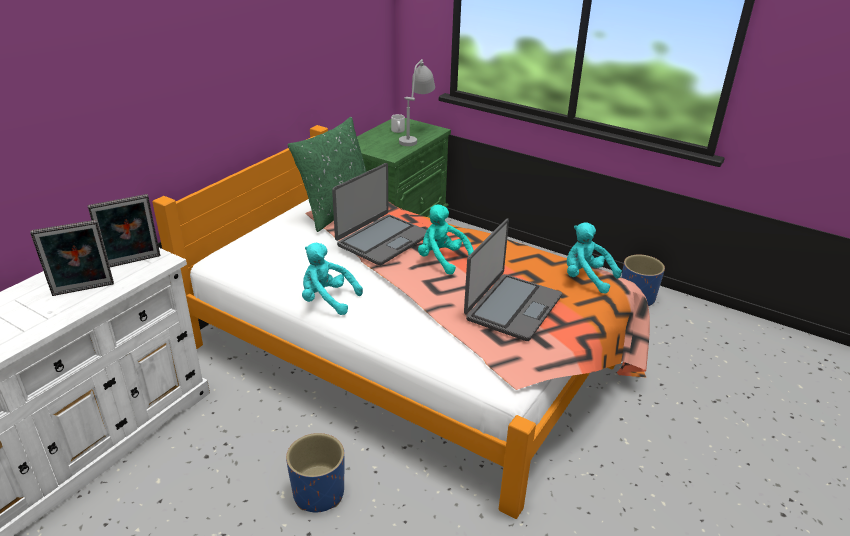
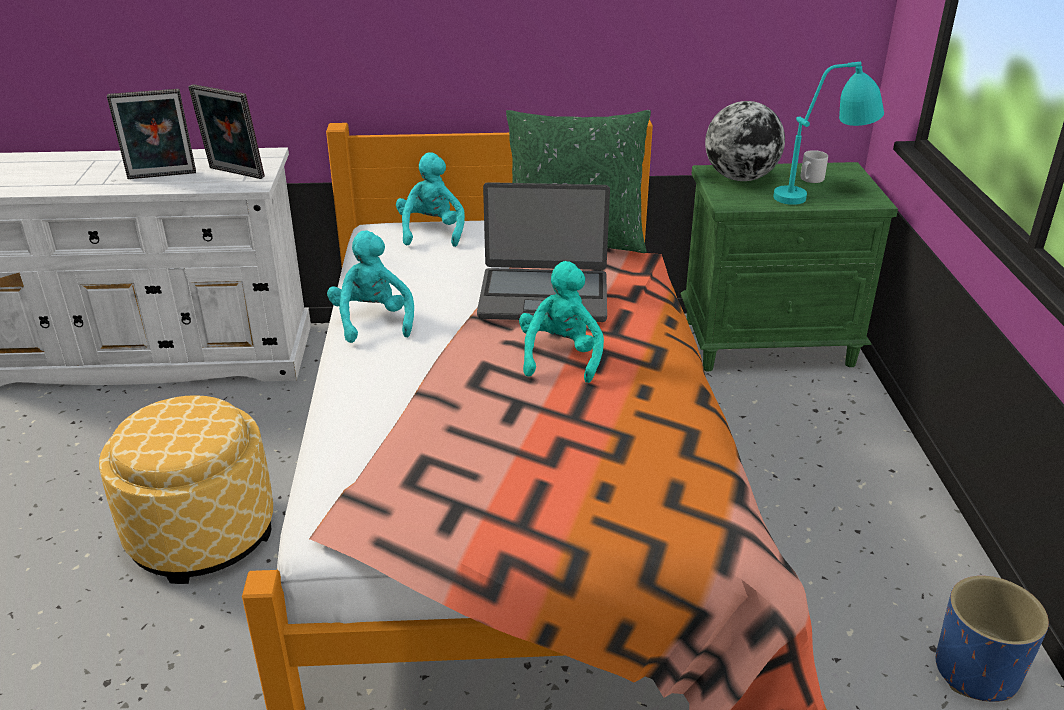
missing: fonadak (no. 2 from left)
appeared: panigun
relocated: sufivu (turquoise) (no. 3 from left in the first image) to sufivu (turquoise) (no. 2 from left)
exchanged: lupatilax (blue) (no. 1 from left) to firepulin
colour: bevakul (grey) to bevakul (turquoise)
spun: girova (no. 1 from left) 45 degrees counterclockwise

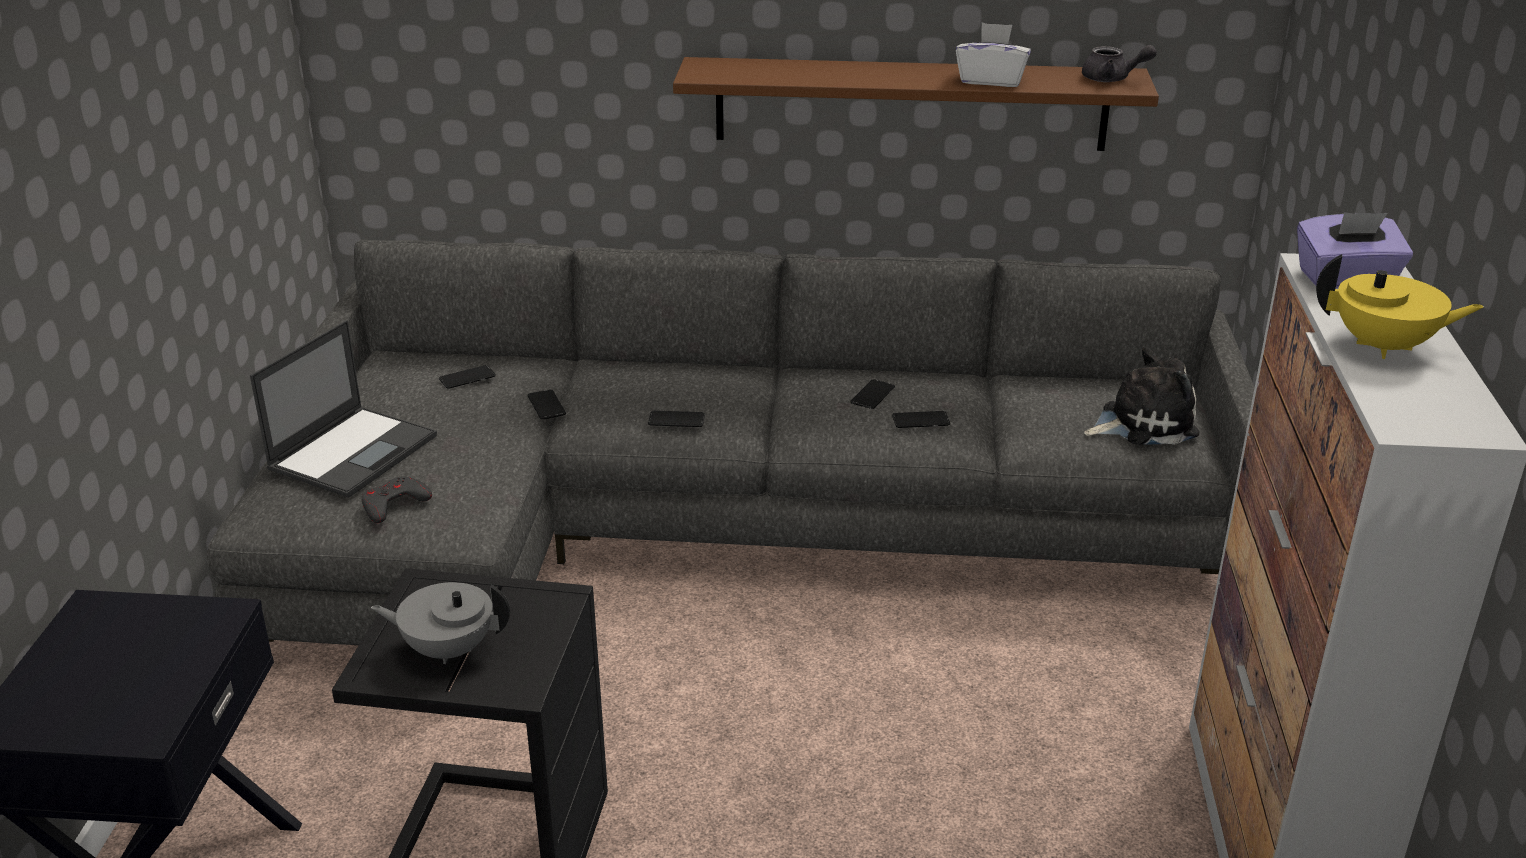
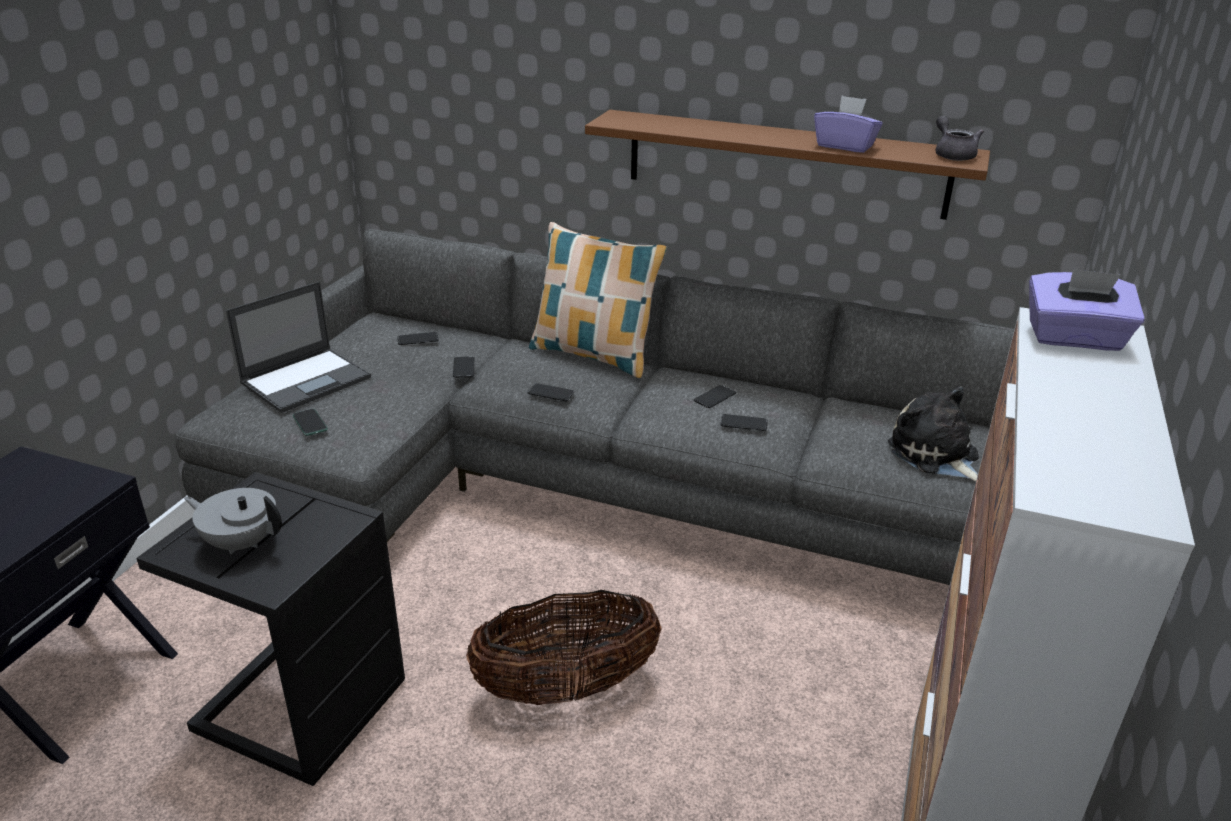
missing: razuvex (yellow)
appeared: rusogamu; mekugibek
exchanged: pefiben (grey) to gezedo (no. 1 from left)
colour: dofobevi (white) to dofobevi (purple) (no. 1 from left)
spun: razuvex (grey) (no. 2 from left) 135 degrees counterclockwise; sufivu 120 degrees counterclockwise

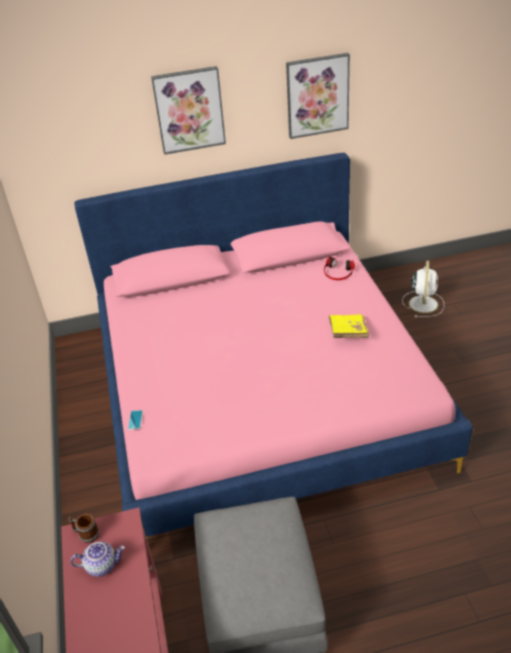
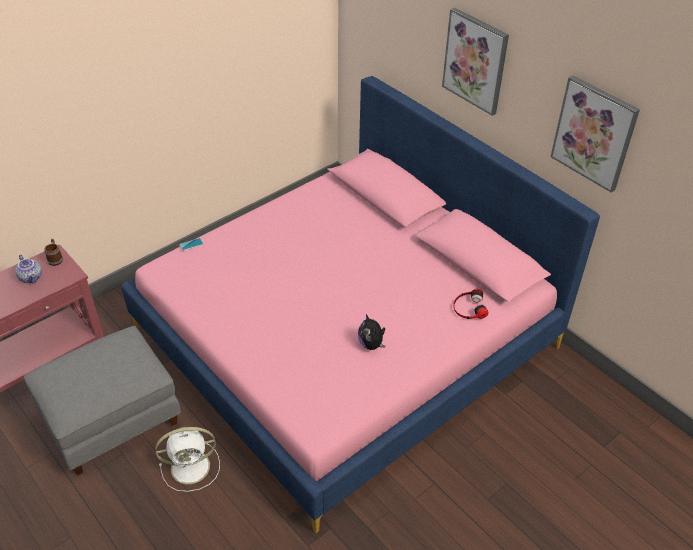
relocated: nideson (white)
exchanged: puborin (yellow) to sufivu

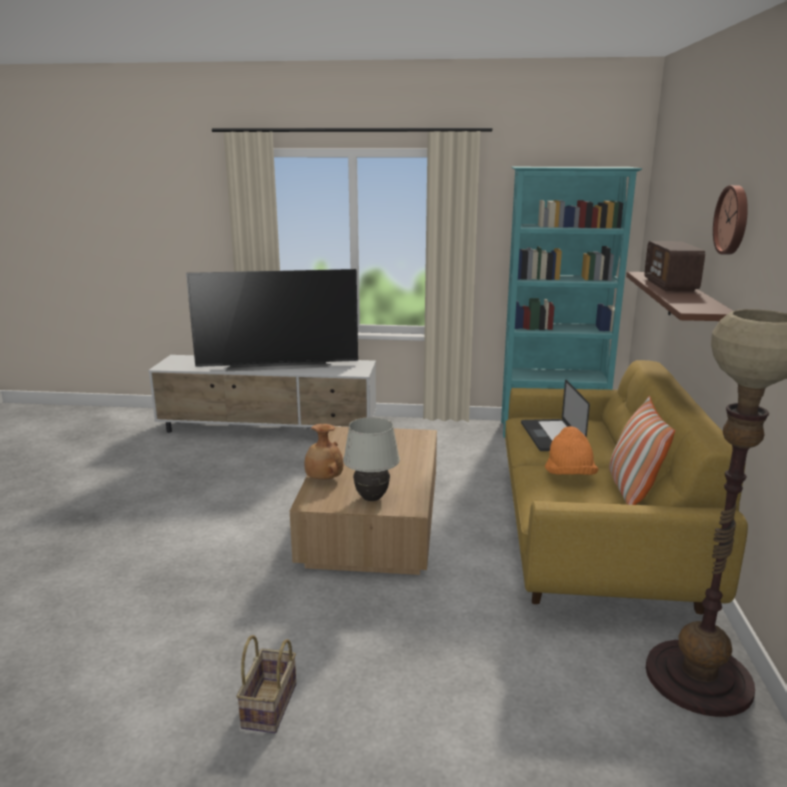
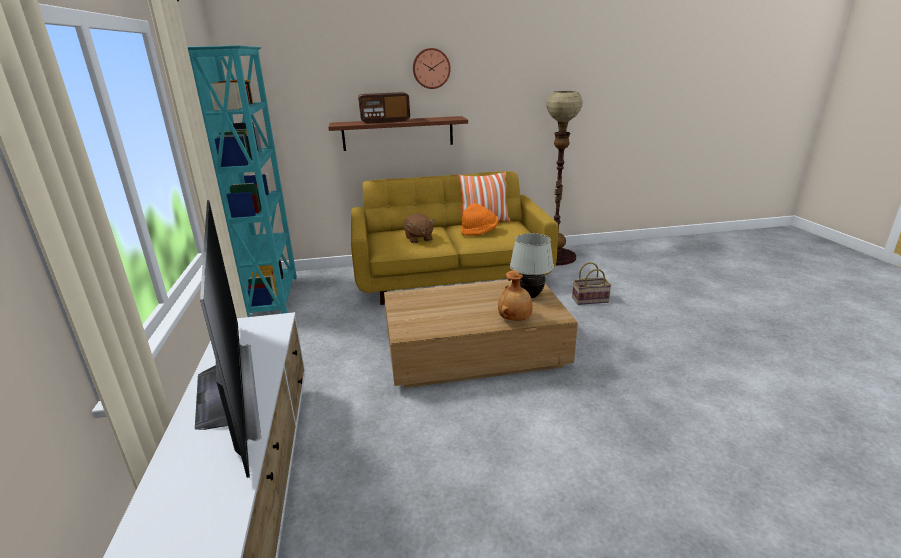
relocated: rusogamu
exchanged: fonadak to sufivu (brown)

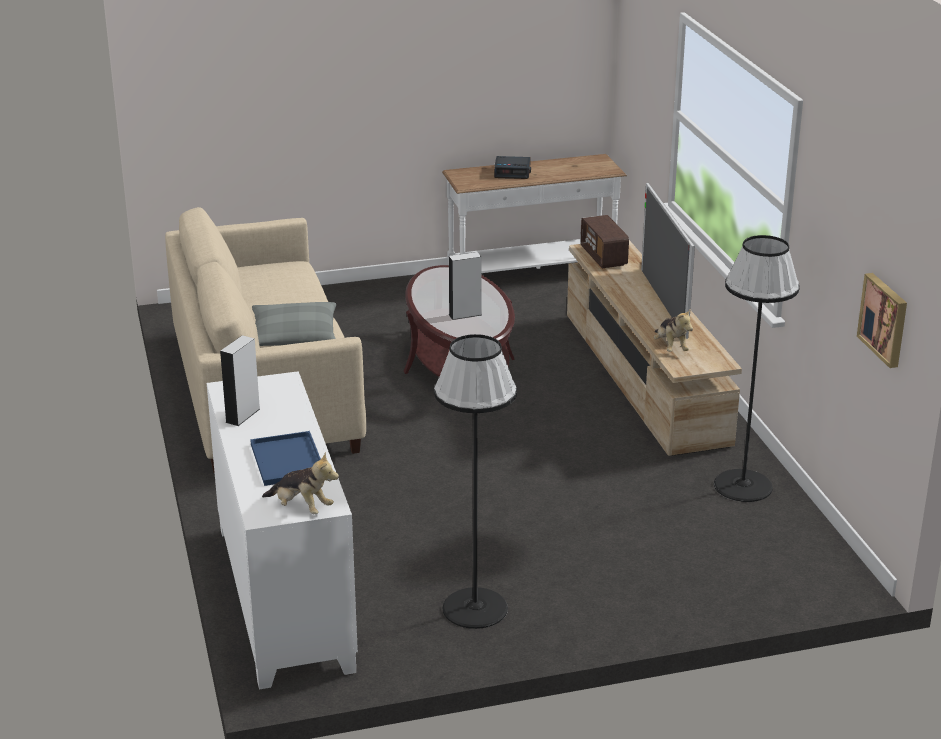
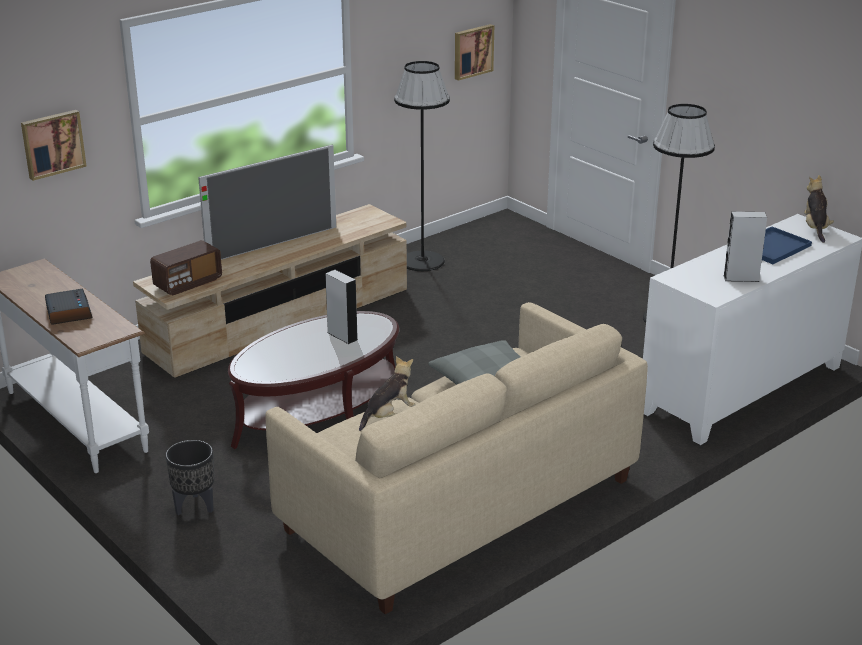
appeared: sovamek (no. 1 from left); lupatilax (black)
relocated: sufivu (no. 2 from left in the first image) to sufivu (no. 1 from left)

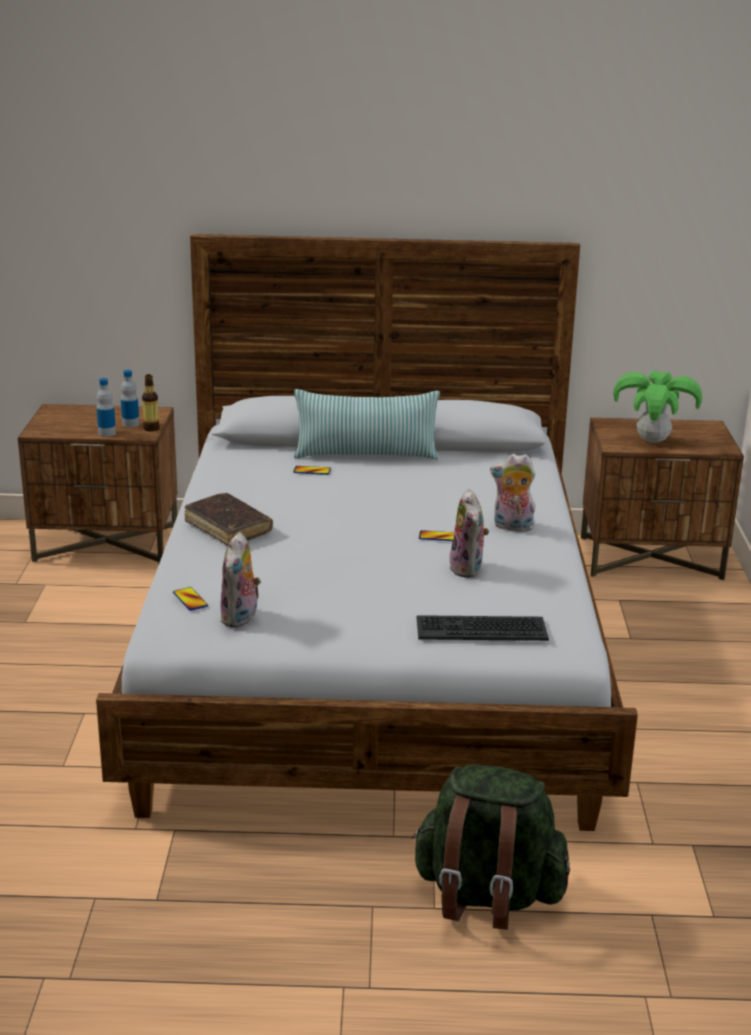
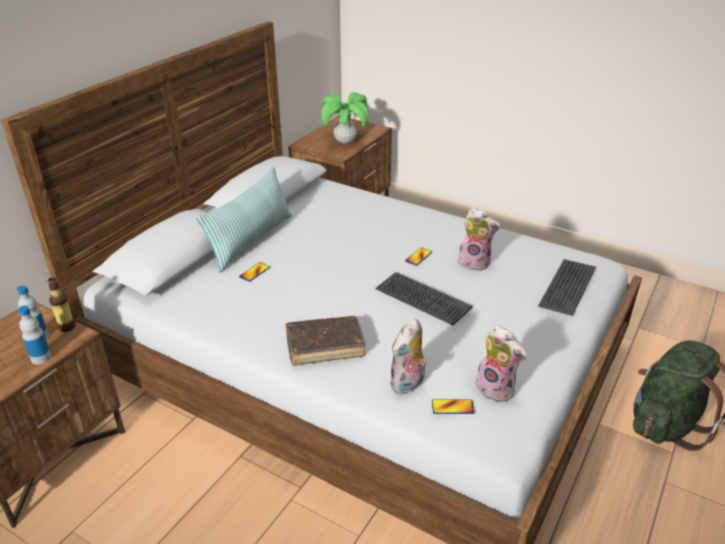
appeared: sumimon (no. 1 from left)
relocated: sufivu (no. 3 from left in the first image) to sufivu (no. 1 from left)

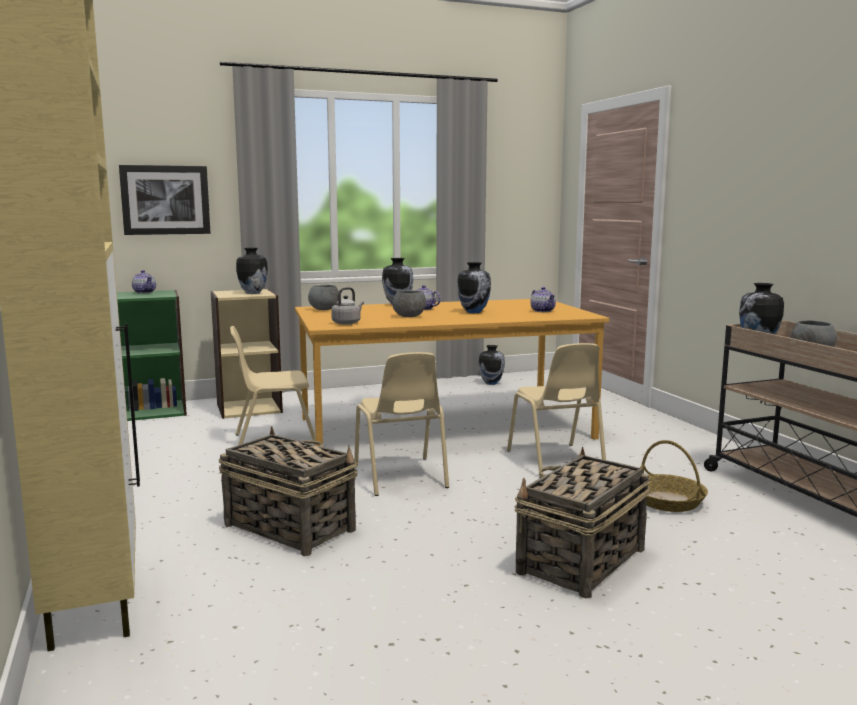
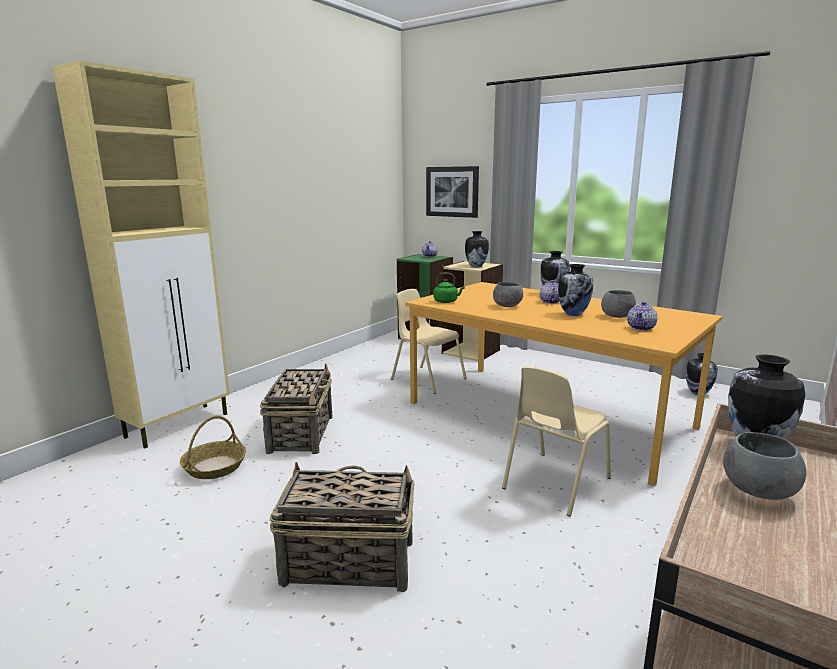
missing: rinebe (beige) (no. 2 from left)
relocated: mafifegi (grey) (no. 1 from left in the first image) to mafifegi (grey) (no. 2 from left); rusogamu (no. 3 from left in the first image) to rusogamu (no. 1 from left)
colour: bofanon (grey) to bofanon (green)

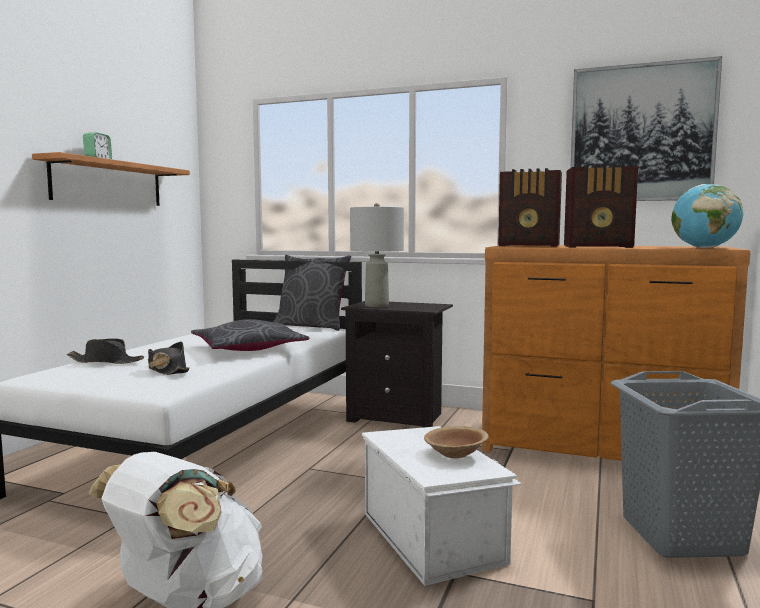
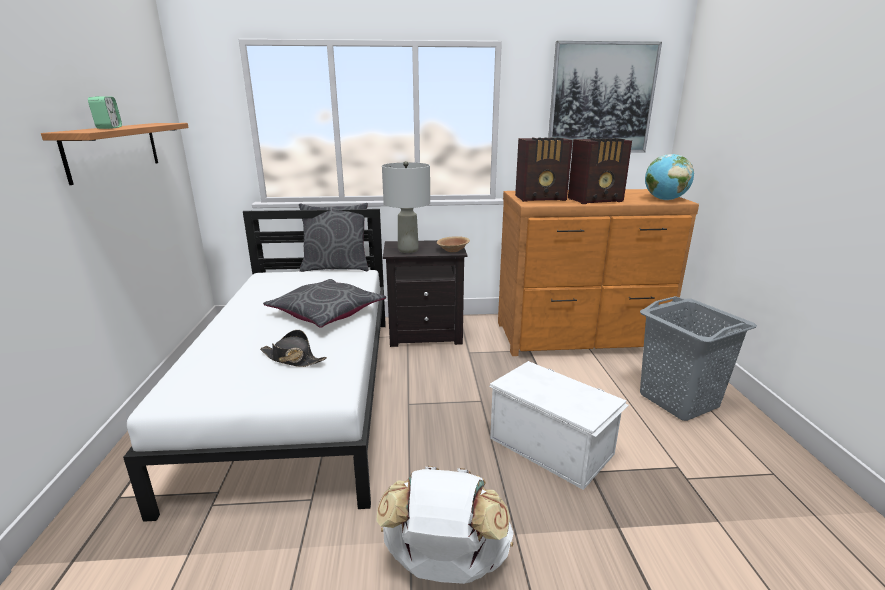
missing: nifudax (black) (no. 1 from left)
relocated: mafifegi (brown)

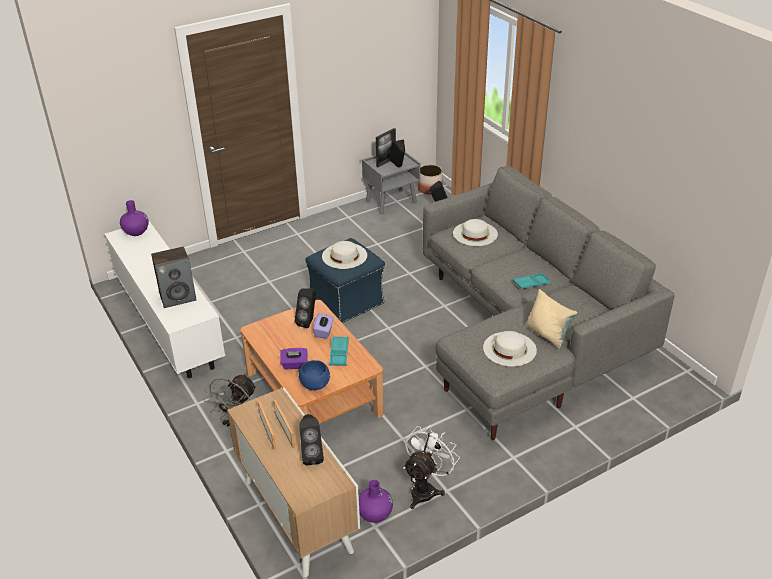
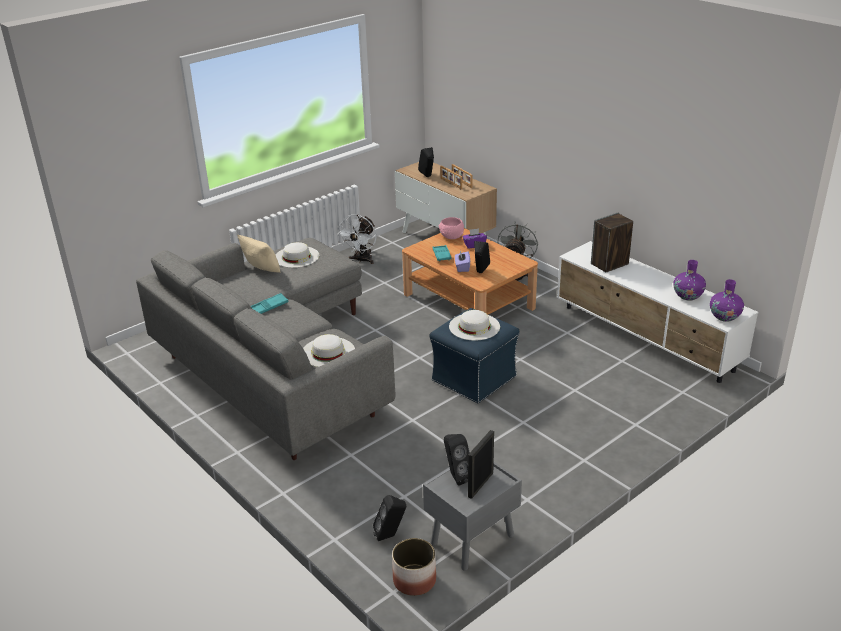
relocated: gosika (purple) (no. 2 from left in the first image) to gosika (purple) (no. 1 from left)
colour: mafifegi (blue) to mafifegi (pink)

